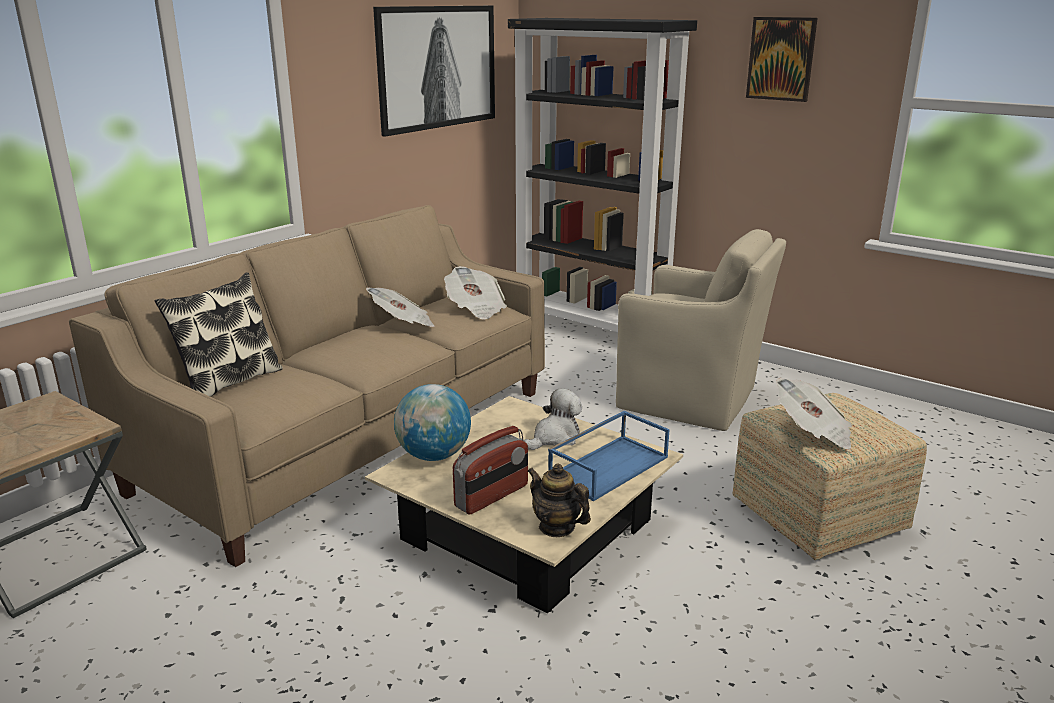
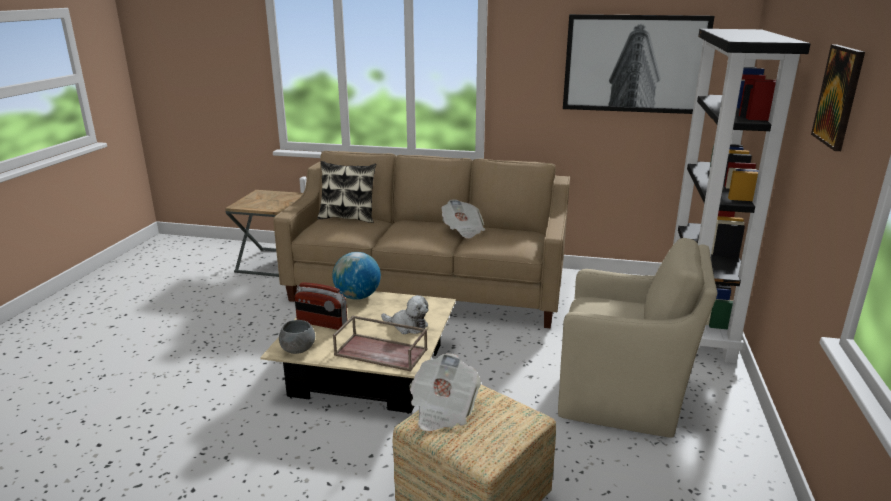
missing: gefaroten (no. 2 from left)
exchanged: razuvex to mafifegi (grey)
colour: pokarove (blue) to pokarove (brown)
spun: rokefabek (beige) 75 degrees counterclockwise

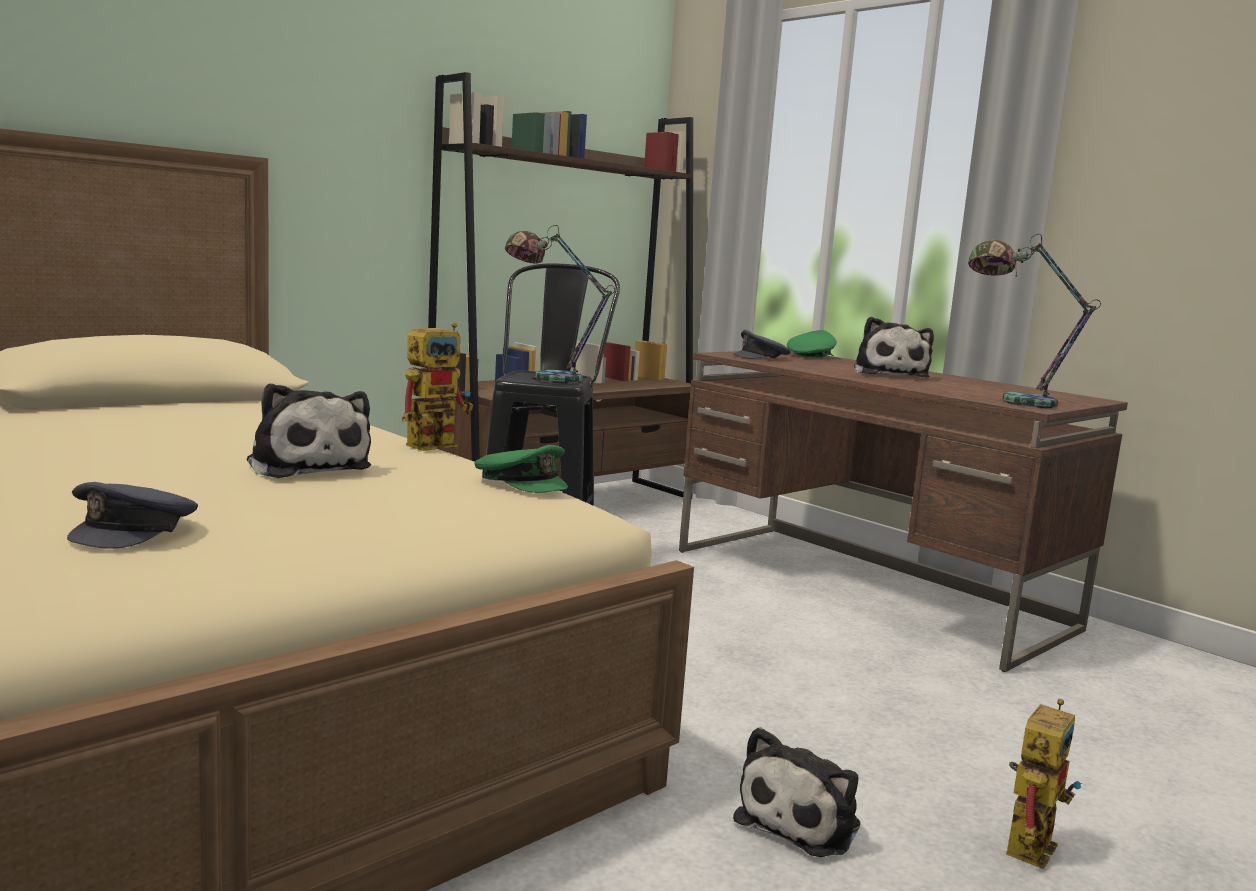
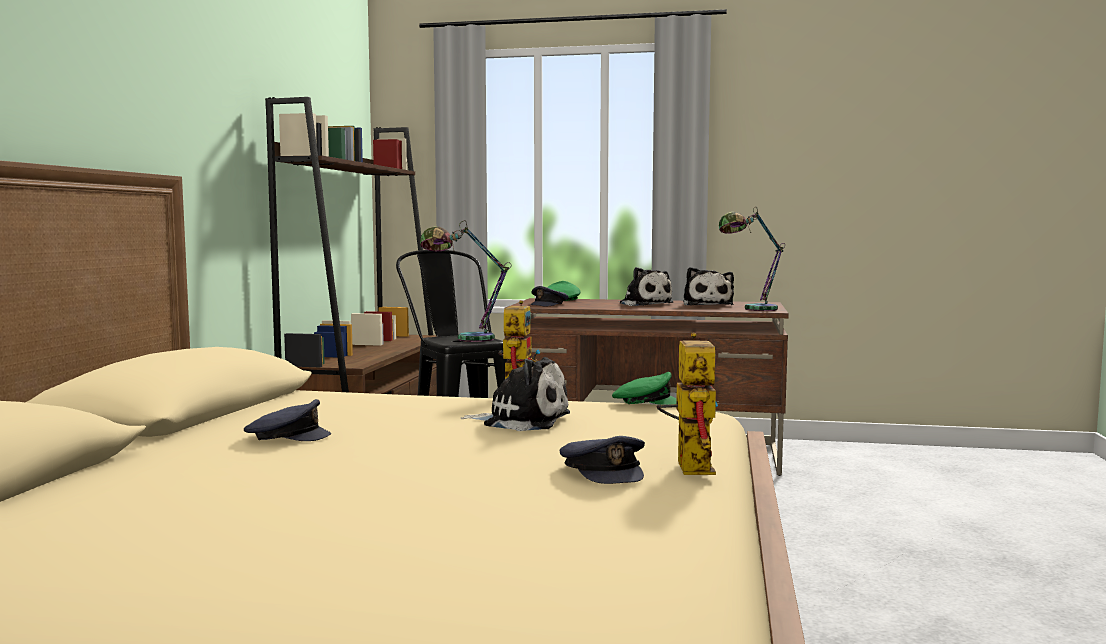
appeared: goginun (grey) (no. 1 from left)
relocated: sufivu (no. 2 from left in the first image) to sufivu (no. 3 from left); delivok (no. 2 from left)

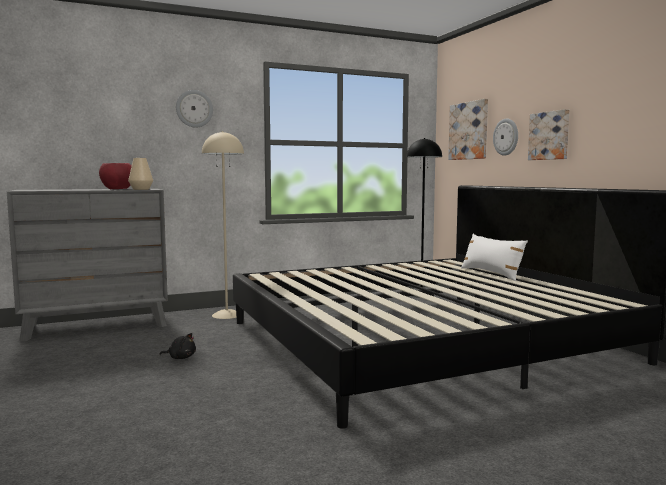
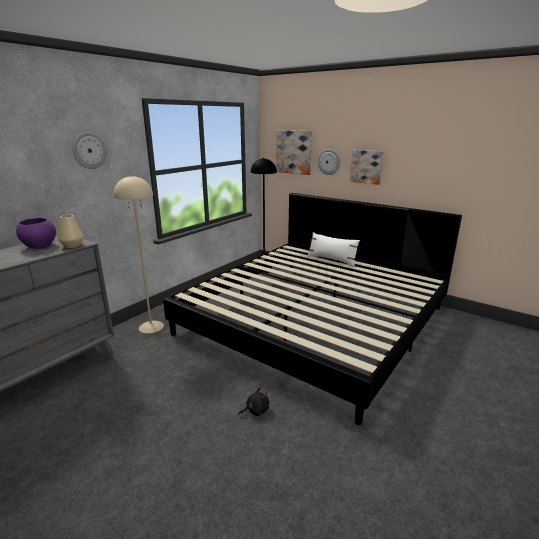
relocated: sufivu (black)
colour: mafifegi (red) to mafifegi (purple)

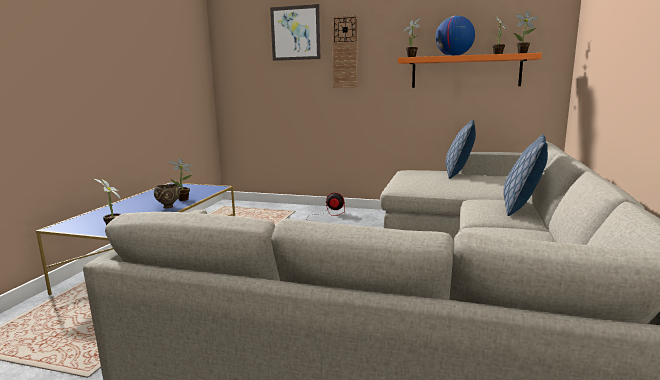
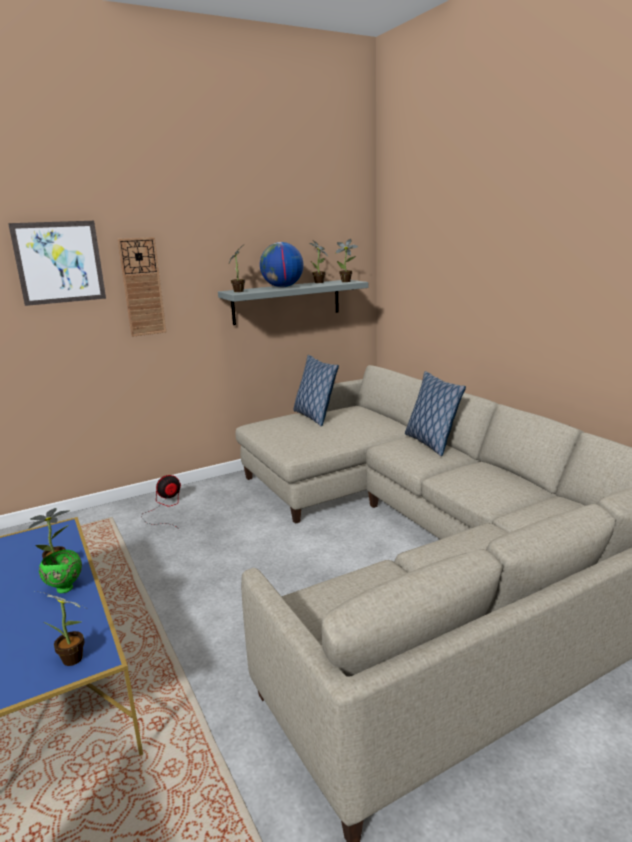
colour: mafifegi (brown) to mafifegi (green); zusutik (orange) to zusutik (grey)

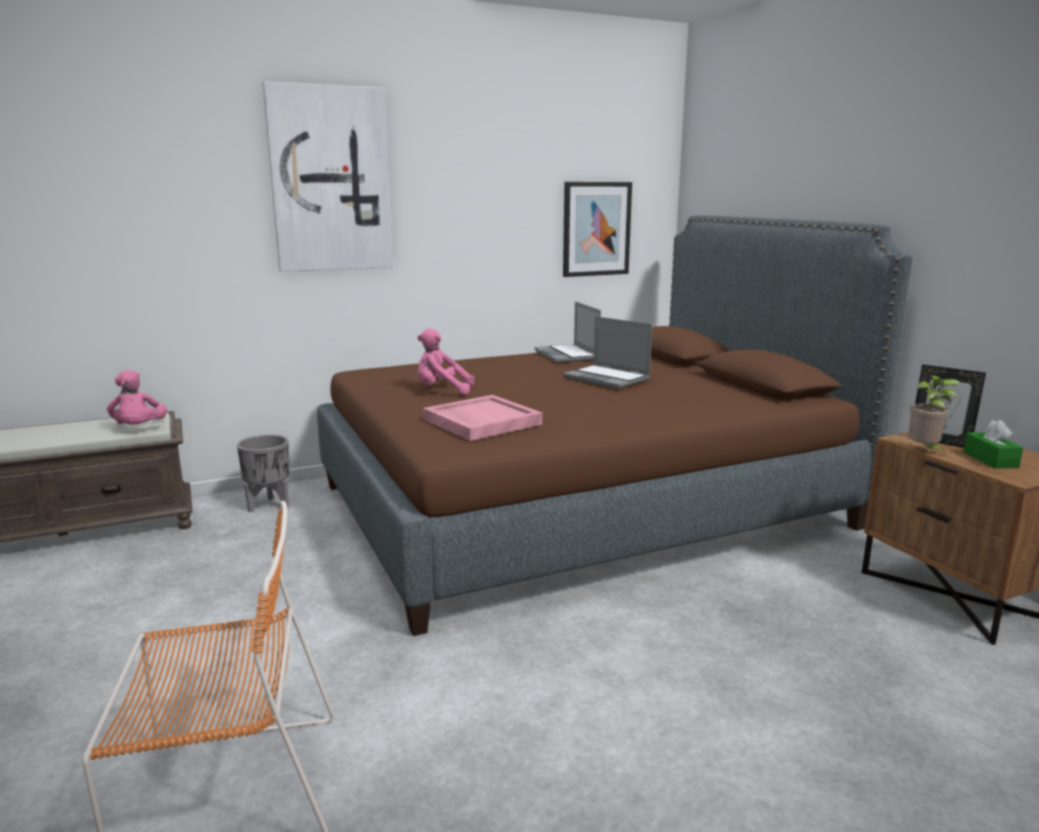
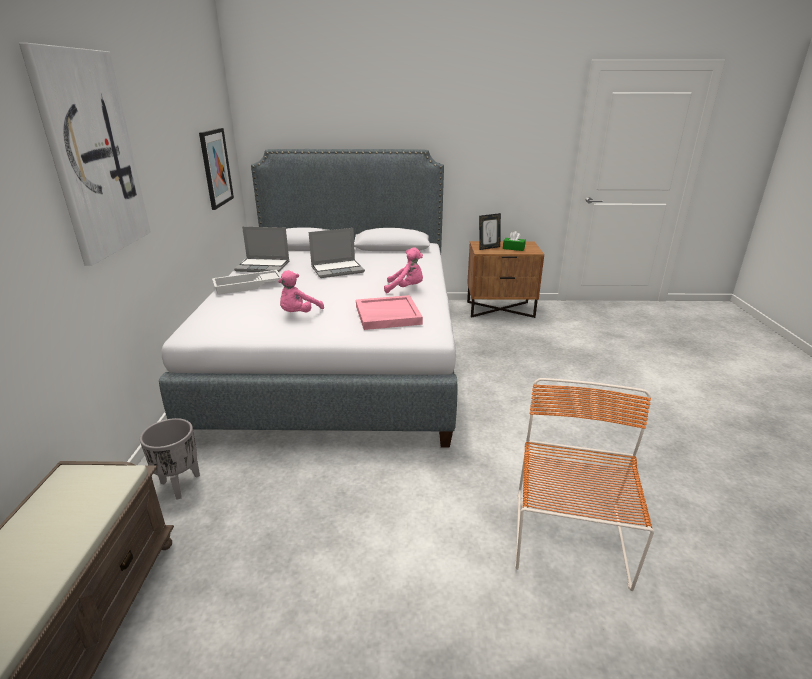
missing: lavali
appeared: pokarove (white)
relocated: sufivu (pink) (no. 1 from left in the first image) to sufivu (pink) (no. 2 from left)
colour: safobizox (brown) to safobizox (grey)

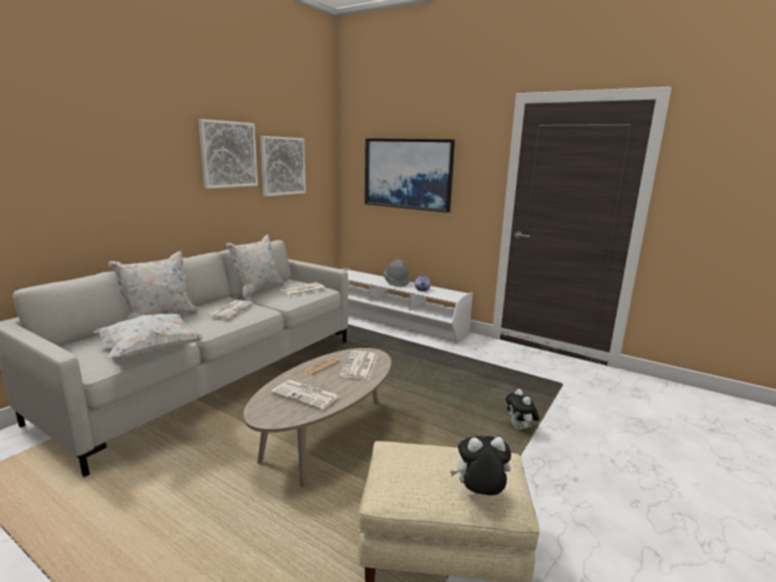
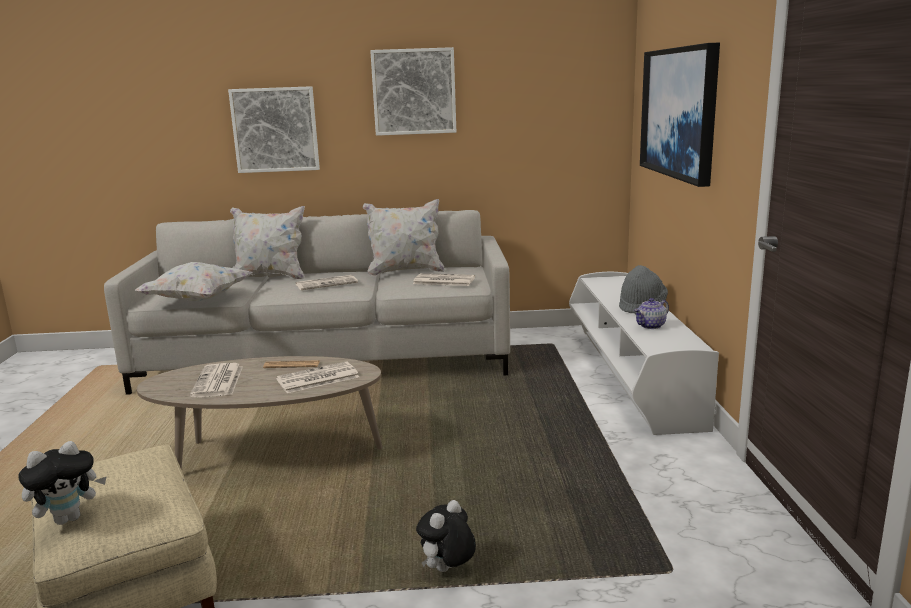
relocated: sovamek (no. 2 from left in the first image) to sovamek (no. 1 from left)
spun: sufivu (no. 1 from left) 90 degrees clockwise

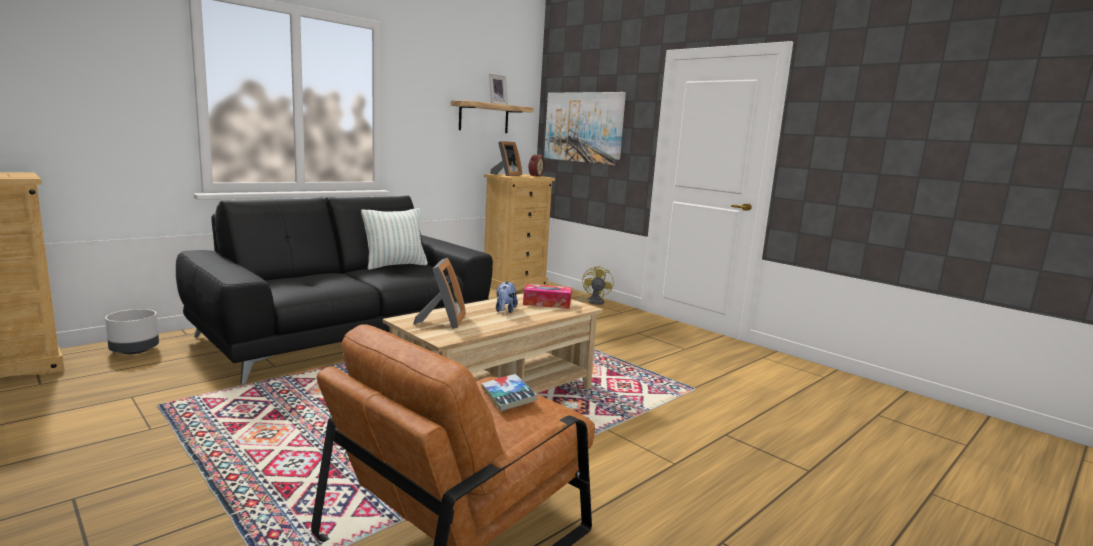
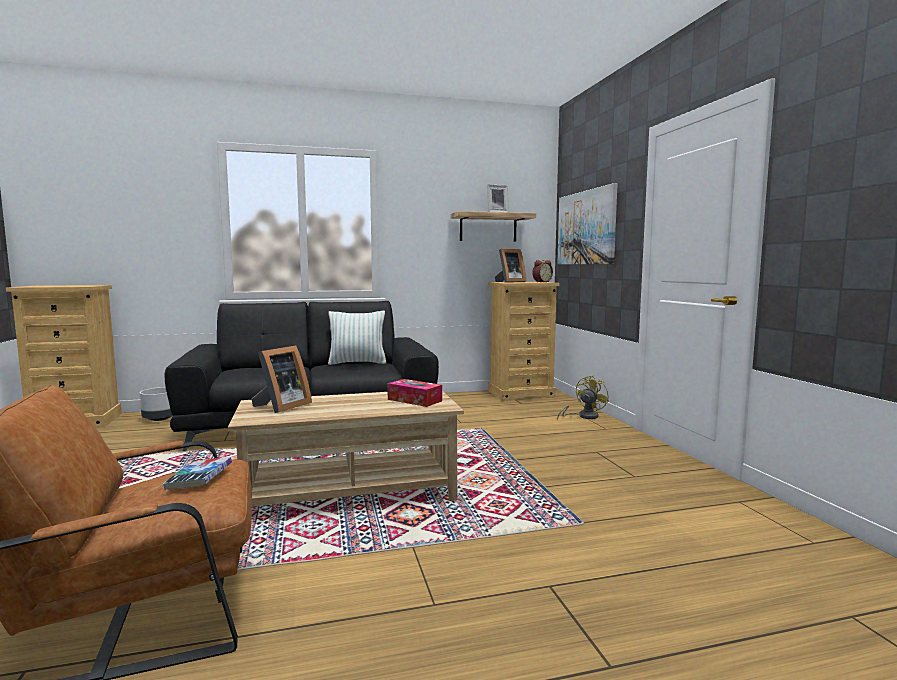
missing: sufivu

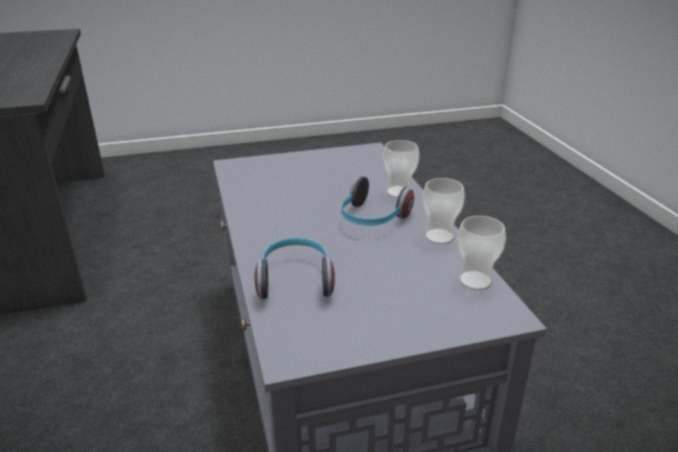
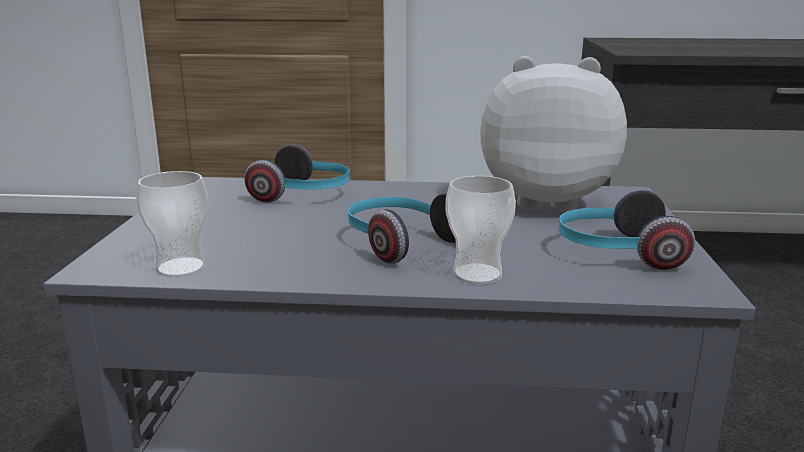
missing: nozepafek (no. 2 from left)
appeared: sufivu; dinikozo (no. 3 from left)

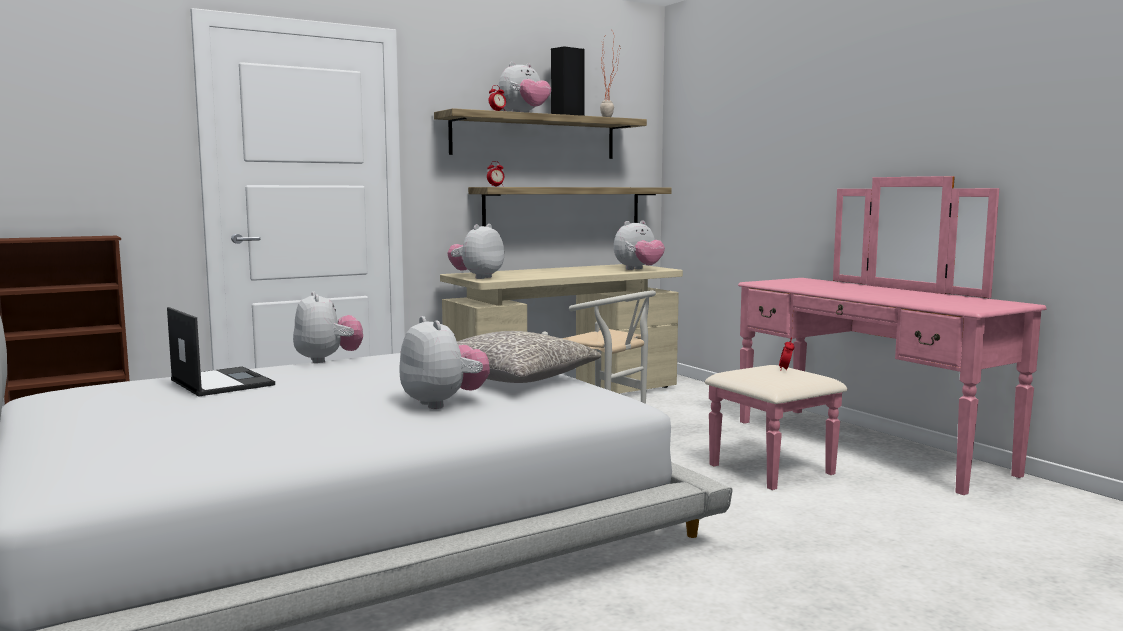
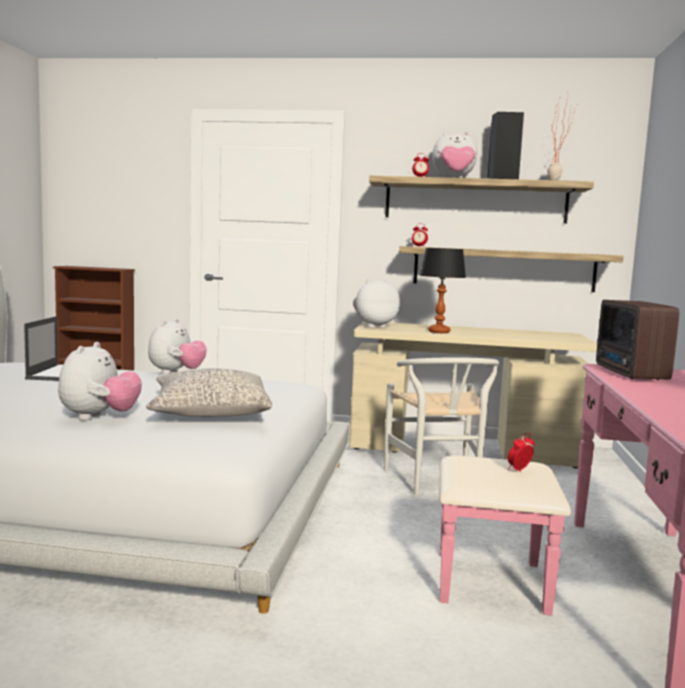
missing: sufivu (no. 5 from left)
appeared: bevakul; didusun

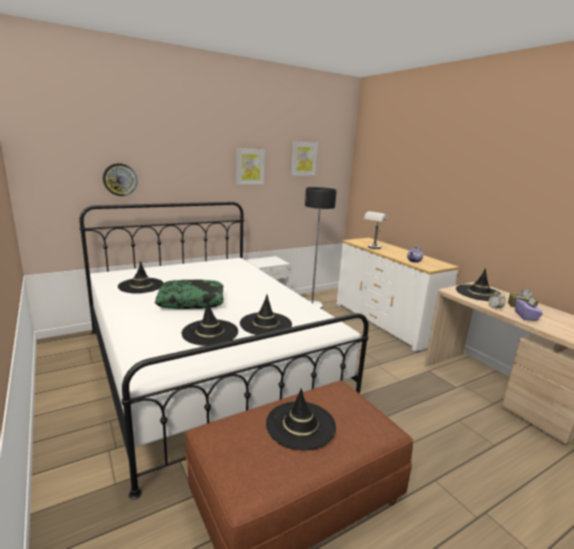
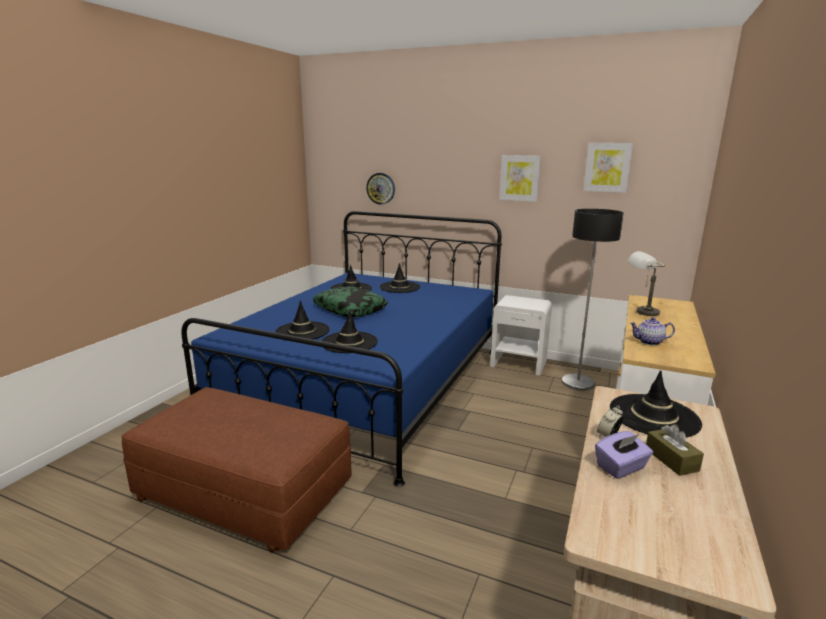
relocated: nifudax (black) (no. 4 from left)
colour: safobizox (white) to safobizox (blue)

